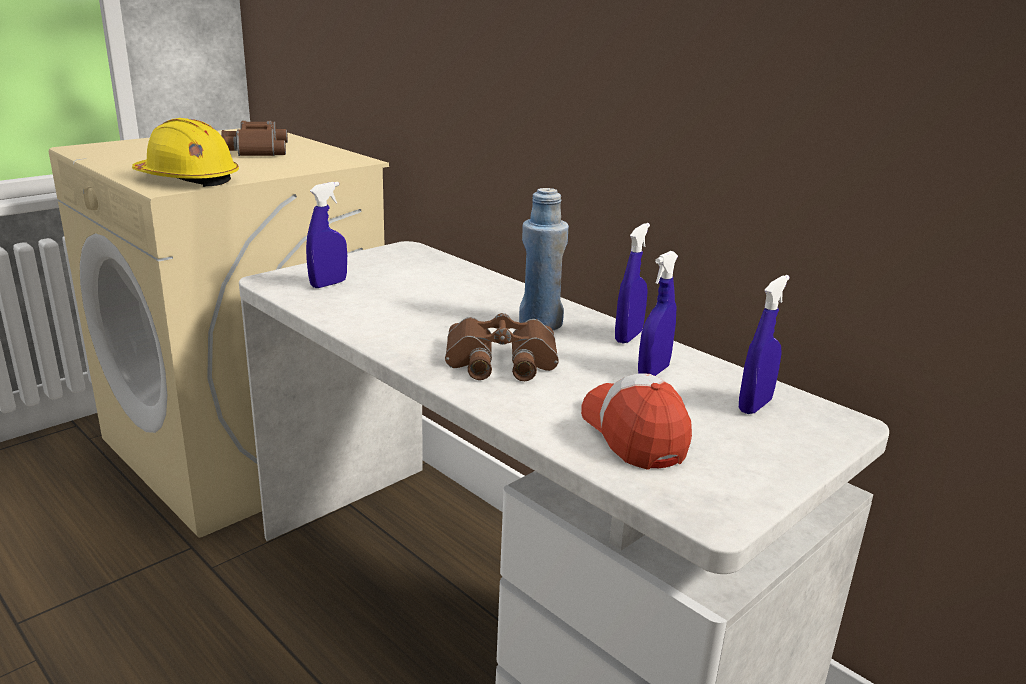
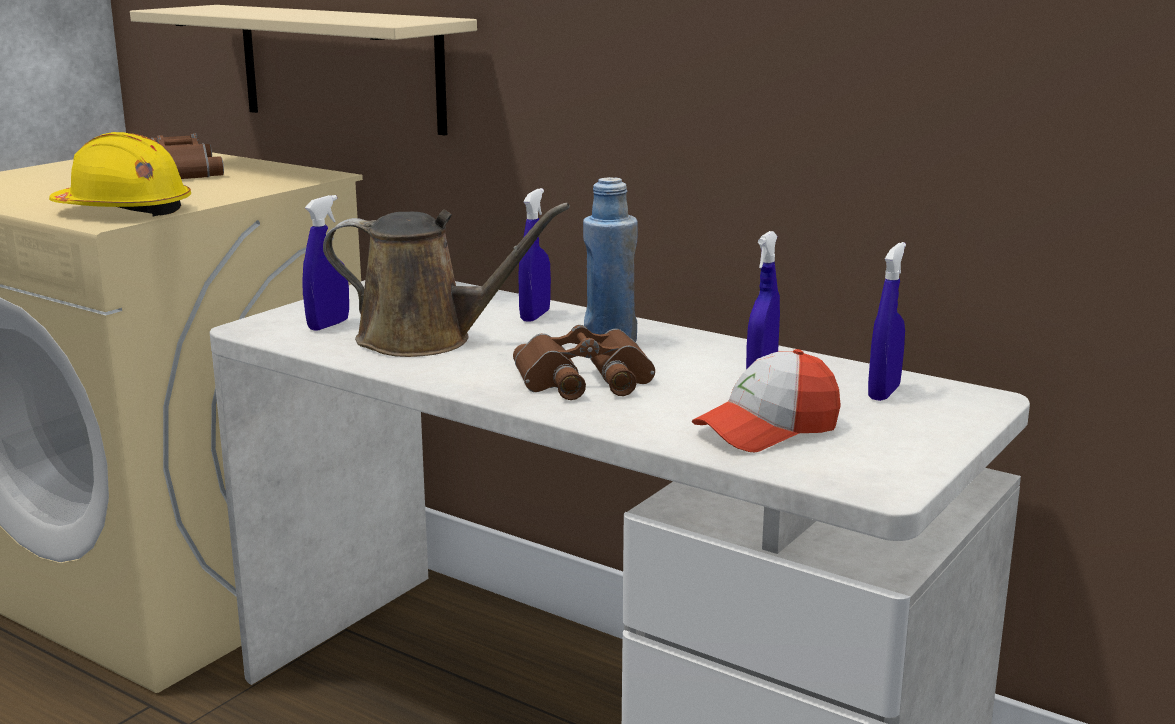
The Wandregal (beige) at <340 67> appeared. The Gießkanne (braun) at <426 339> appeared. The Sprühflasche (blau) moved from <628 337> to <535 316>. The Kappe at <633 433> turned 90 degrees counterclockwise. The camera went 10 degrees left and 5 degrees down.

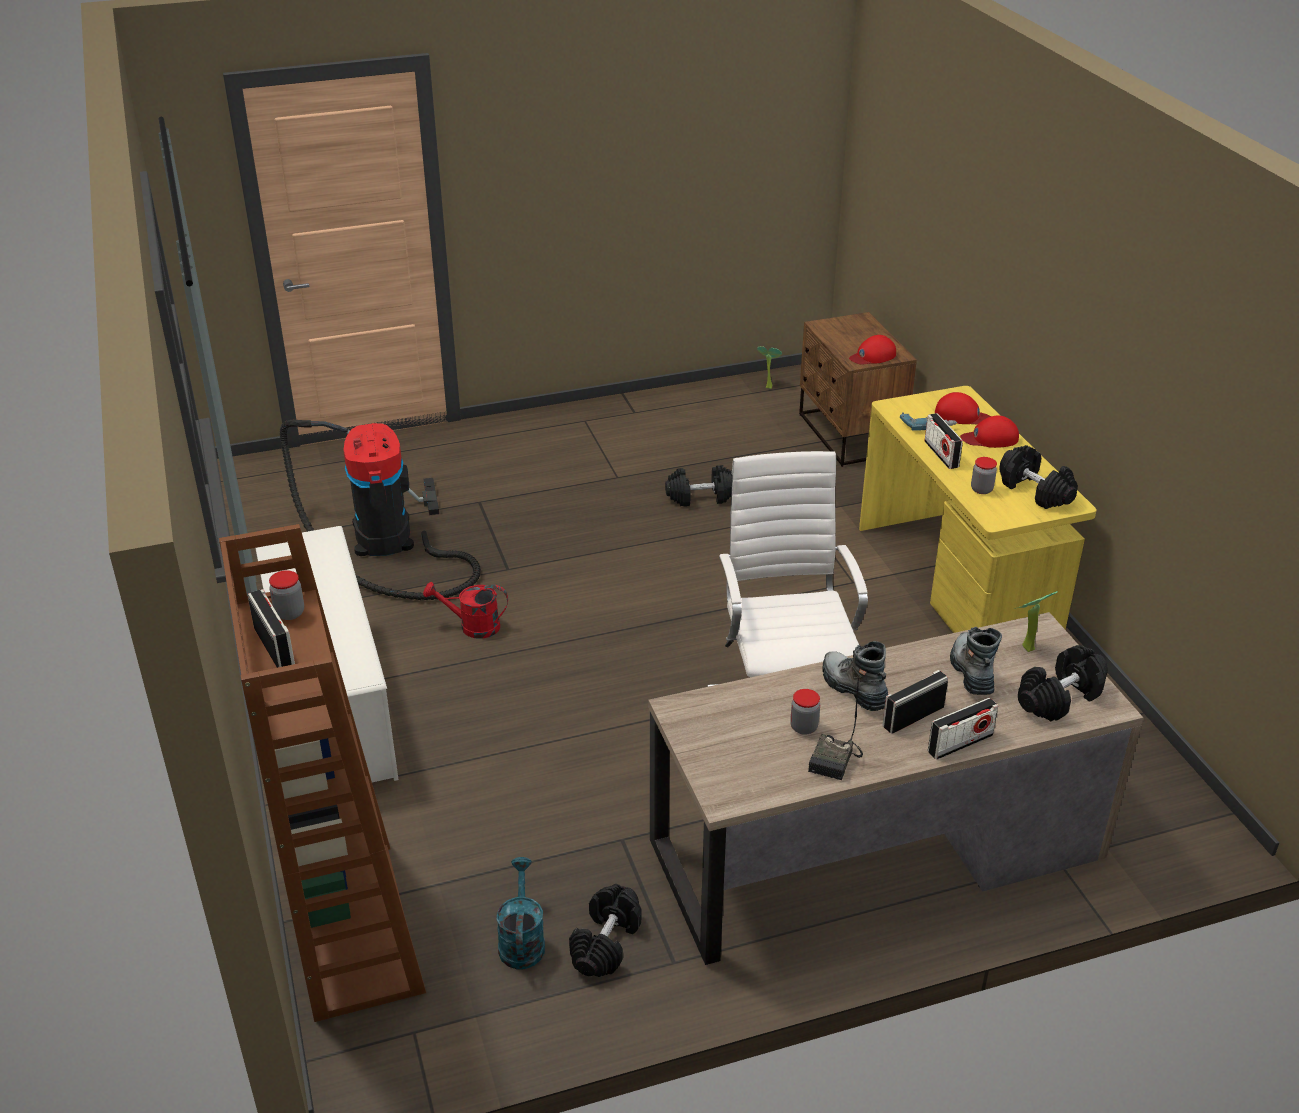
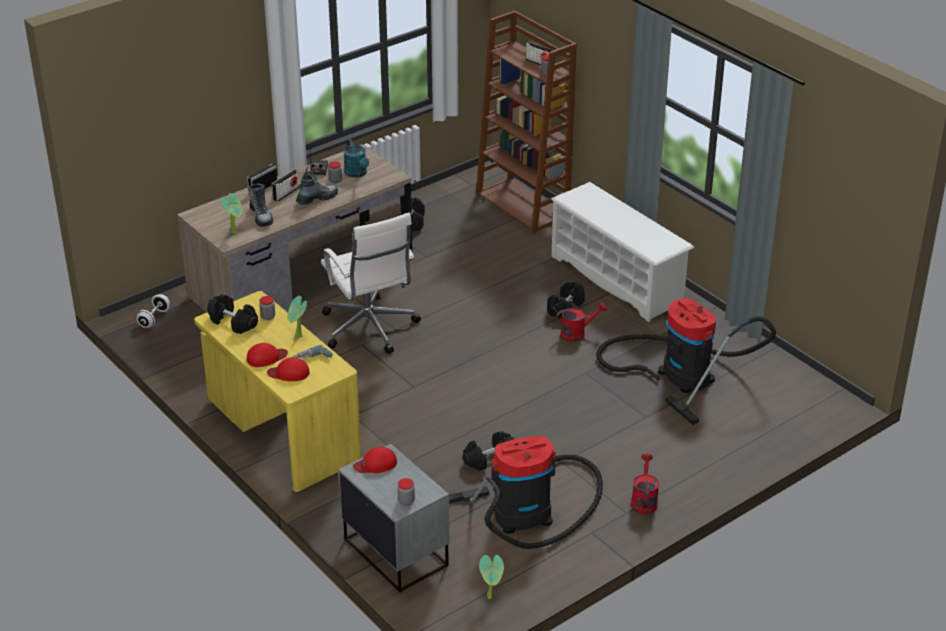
The Hantel (weiß) at <154 318> appeared. The Radio at <941 454> was replaced by the Topfpflanze at <298 337>. The Stiefel at <853 689> turned 75 degrees counterclockwise. The Nachttisch (braun) at <849 435> became the Nachttisch (grau) at <396 552>. The Gießkanne (türkis) moved from <521 940> to <357 174>. The Kappe (rot) at <872 356> turned 150 degrees counterclockwise. The Vorratsglas at <406 501> appeared. The Staubsauger at <528 512> appeared. The Hantel (schwarz) moved from <1059 698> to <565 308>. The Gießkanne (rot) at <644 500> appeared. The camera went 160 degrees right and 0 degrees up.

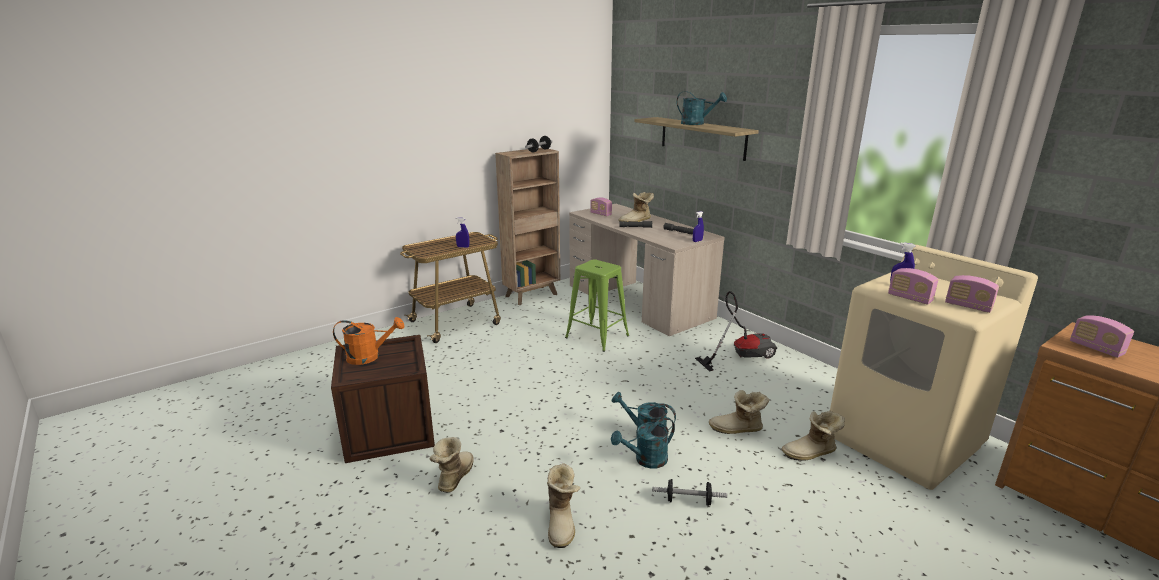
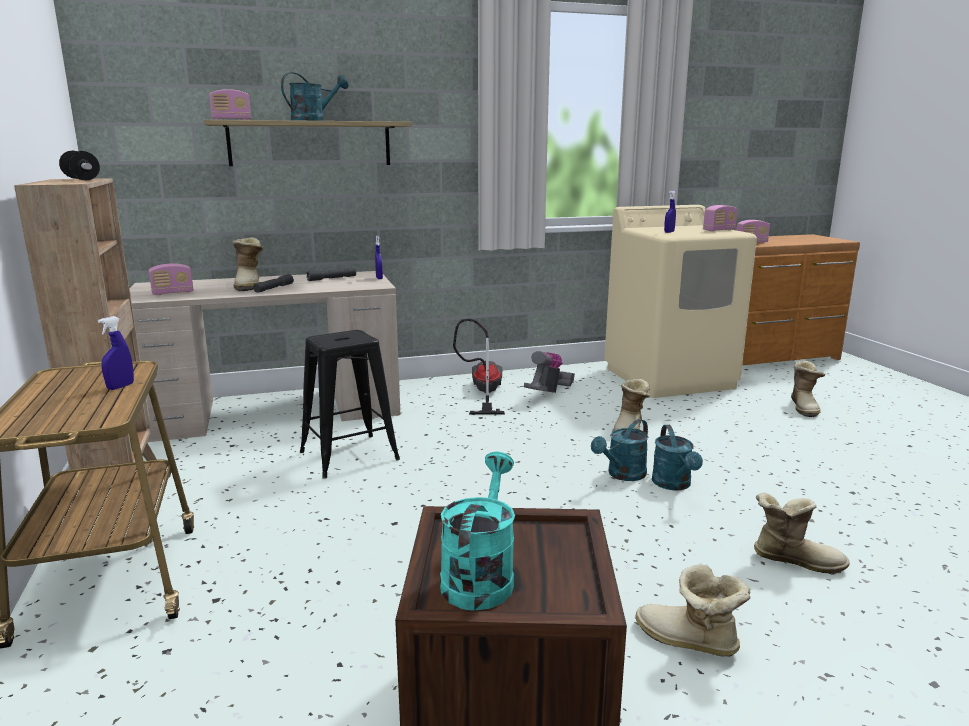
The Radio moved from <909 298> to <231 120>. The Hocker (grün) at <597 337> became the Hocker (schwarz) at <350 456>. The Gießkanne (orange) at <369 357> became the Gießkanne (türkis) at <480 576>. The Staubsauger at <548 393> appeared. The Stiefel moved from <811 454> to <805 407>. The Hantel at <688 501> disappeared. The camera went 70 degrees left and 5 degrees down.

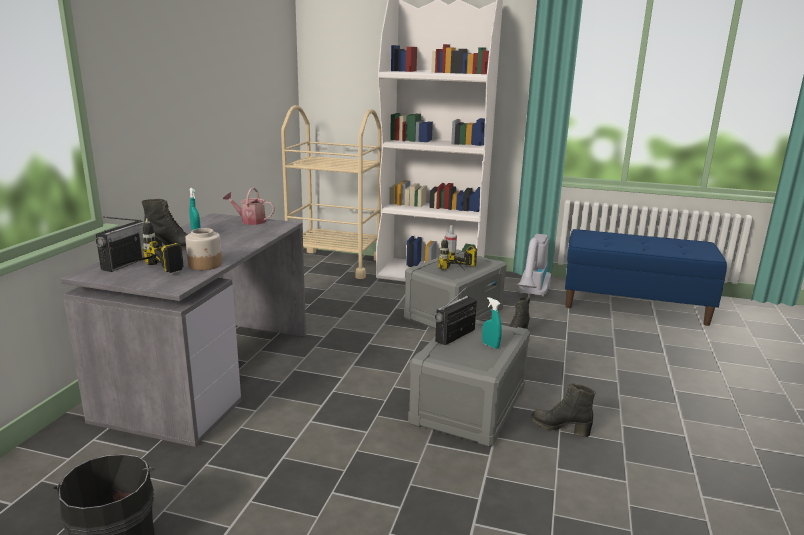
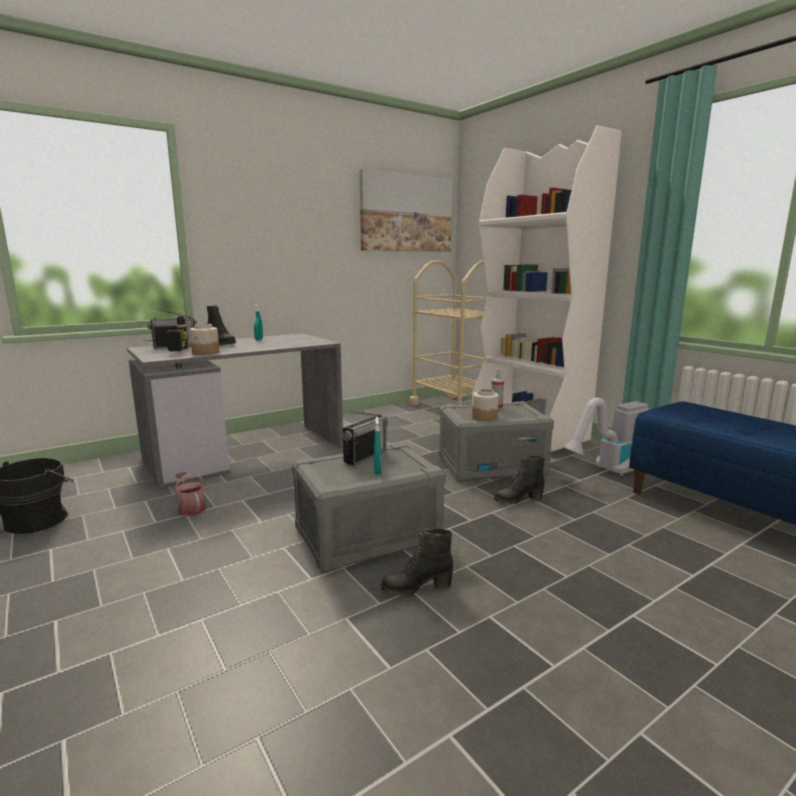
The Gießkanne moved from <250 221> to <191 508>. The Radio at <455 336> turned 135 degrees clockwise. The Bild at <406 213> appeared. The Stiefel (schwarz) at <560 427> turned 75 degrees counterclockwise. The Bohrmaschine at <460 272> was replaced by the Vorratsglas at <484 417>. The camera went 40 degrees right and 5 degrees down.

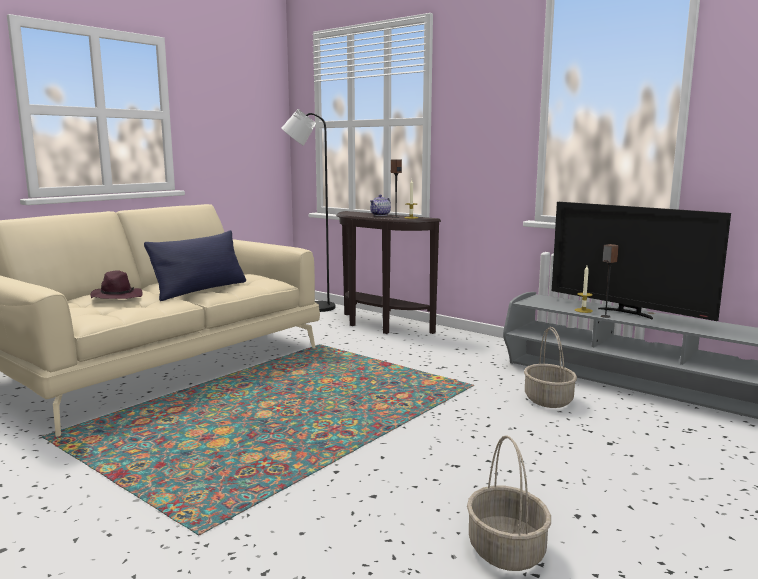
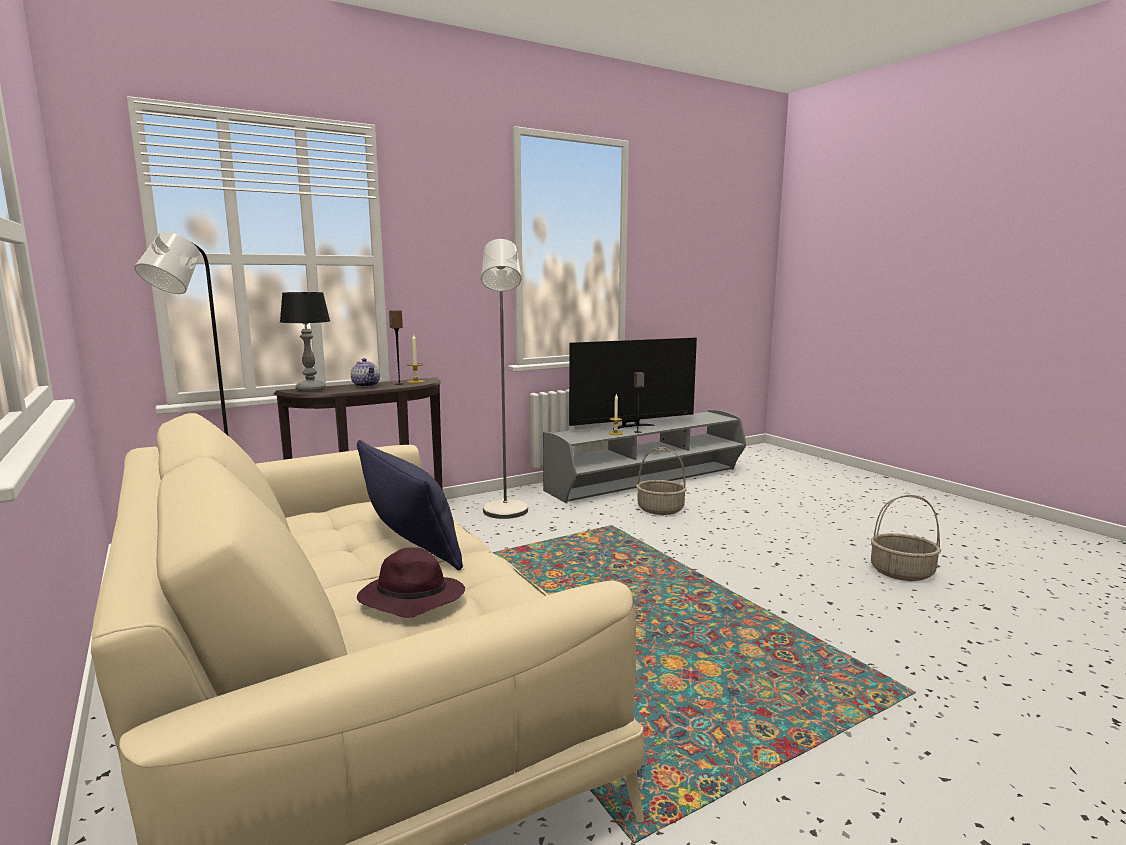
The Tischlampe at <311 390> appeared. The Stehlampe (grau) at <505 514> appeared. The camera went 70 degrees left and 0 degrees up.

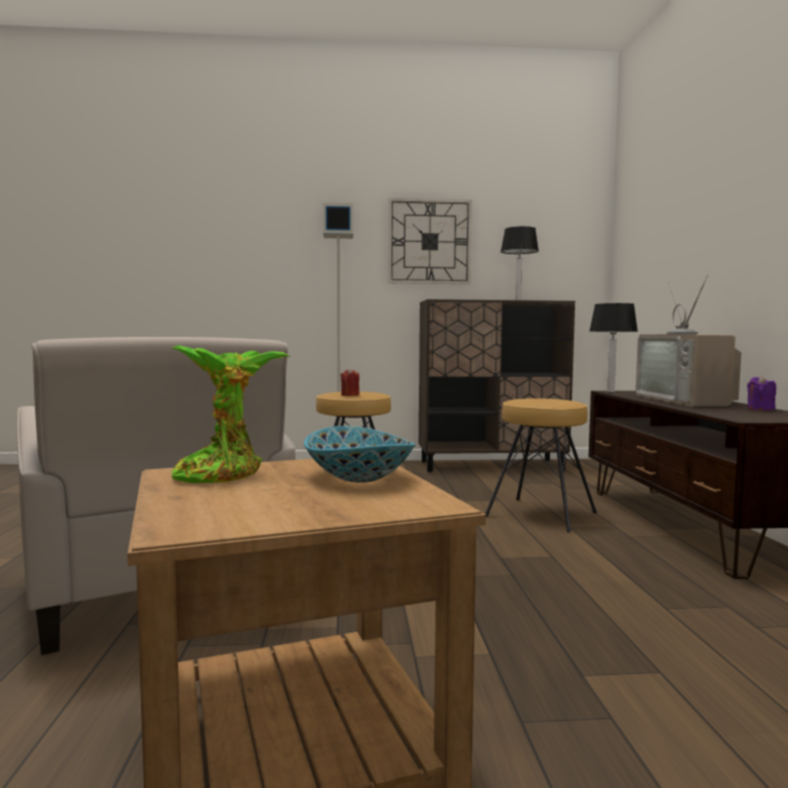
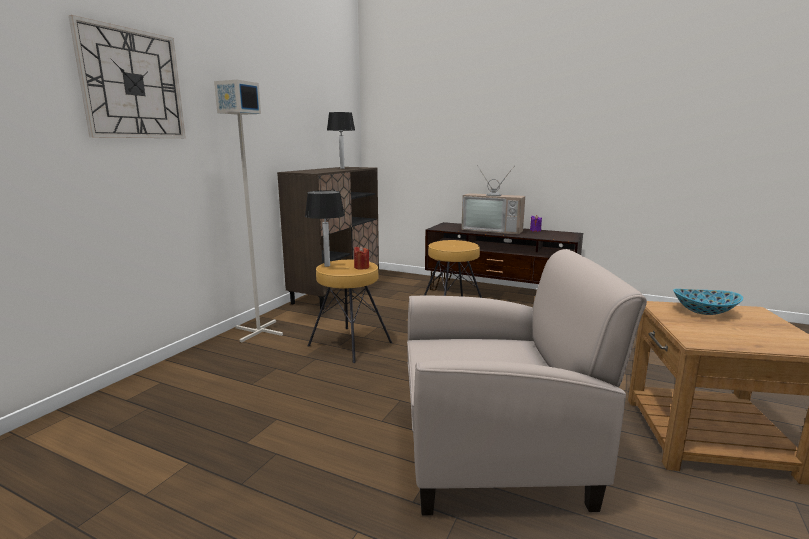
The Wanduhr moved from <429 242> to <132 84>. The Tischlampe moved from <610 391> to <327 266>. The Topfpflanze at <223 474> disappeared. The camera went 60 degrees left and 10 degrees up.

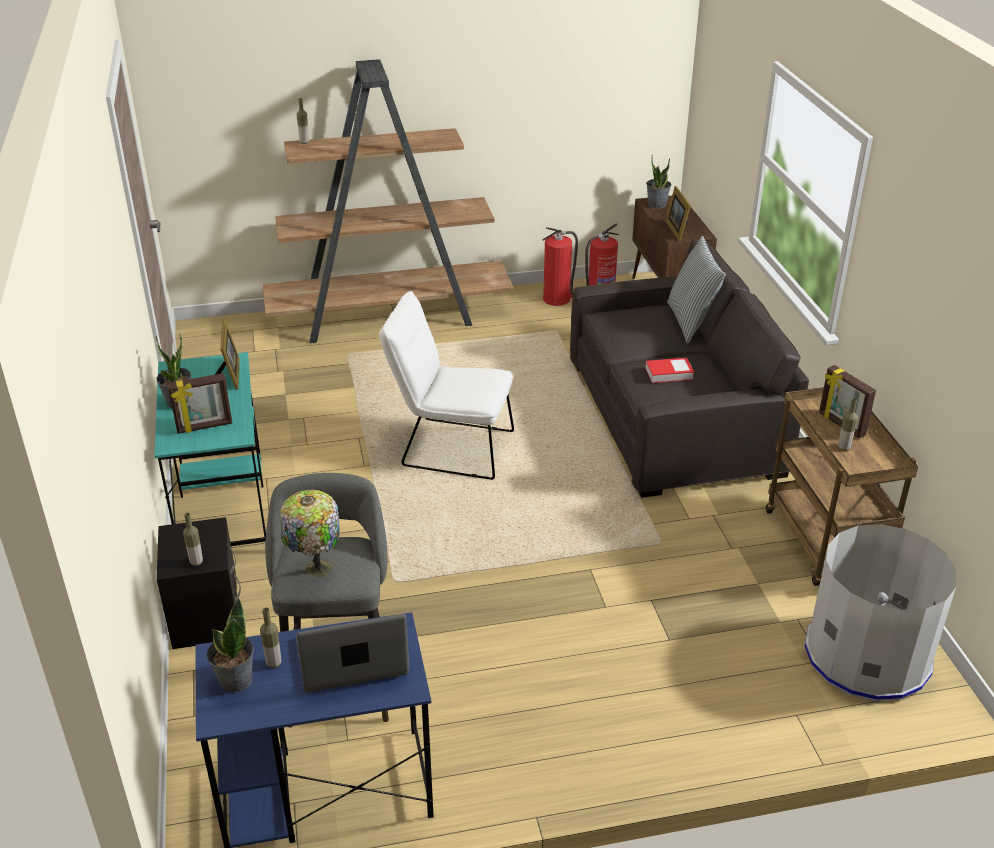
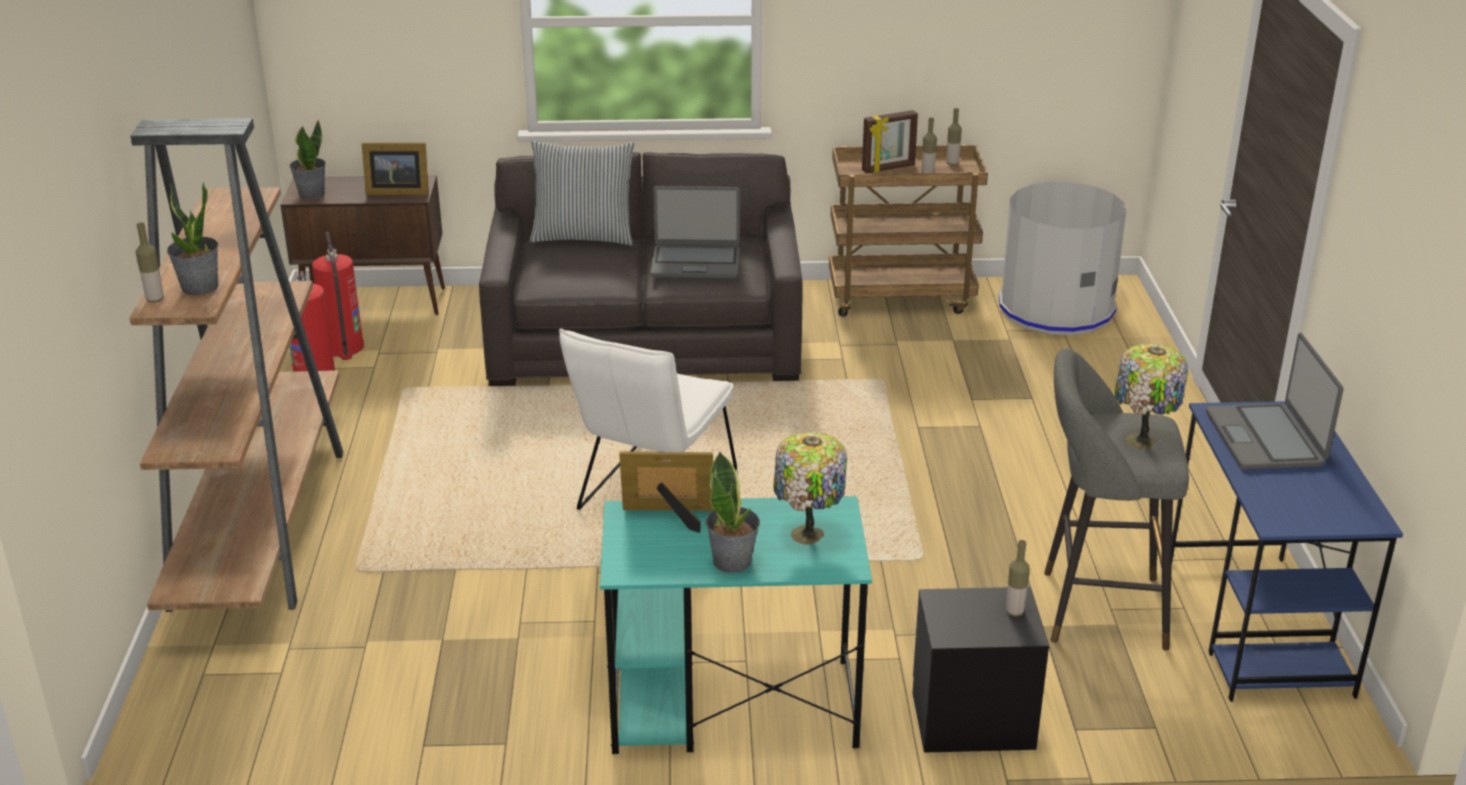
The Topfpflanze moved from <235 680> to <200 287>. The Buch at <669 374> was replaced by the Laptop at <695 263>. The Bilderrahmen at <204 427> was replaced by the Tischlampe at <807 536>. The Flasche moved from <274 663> to <952 164>. The camera went 80 degrees left and 5 degrees down.

